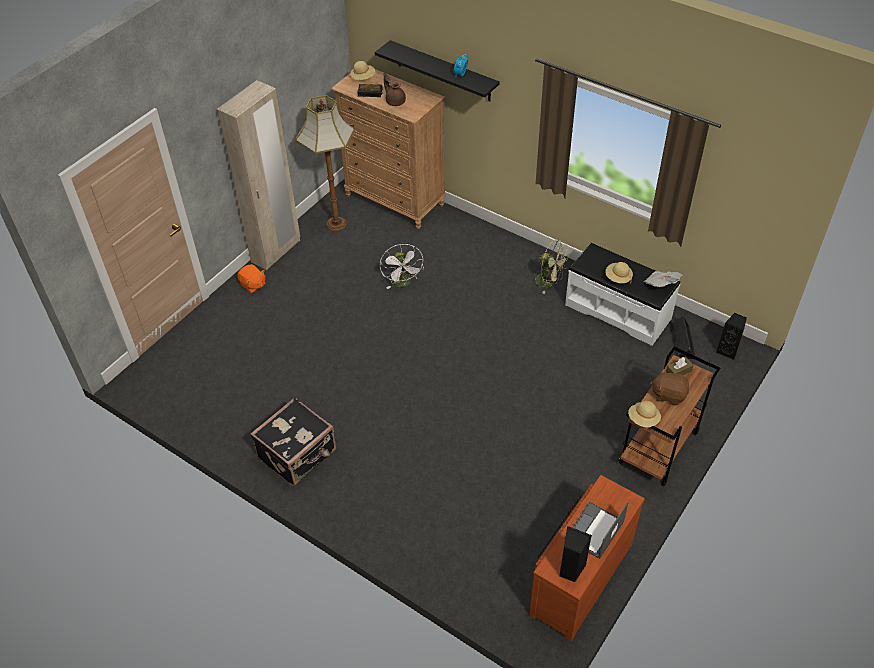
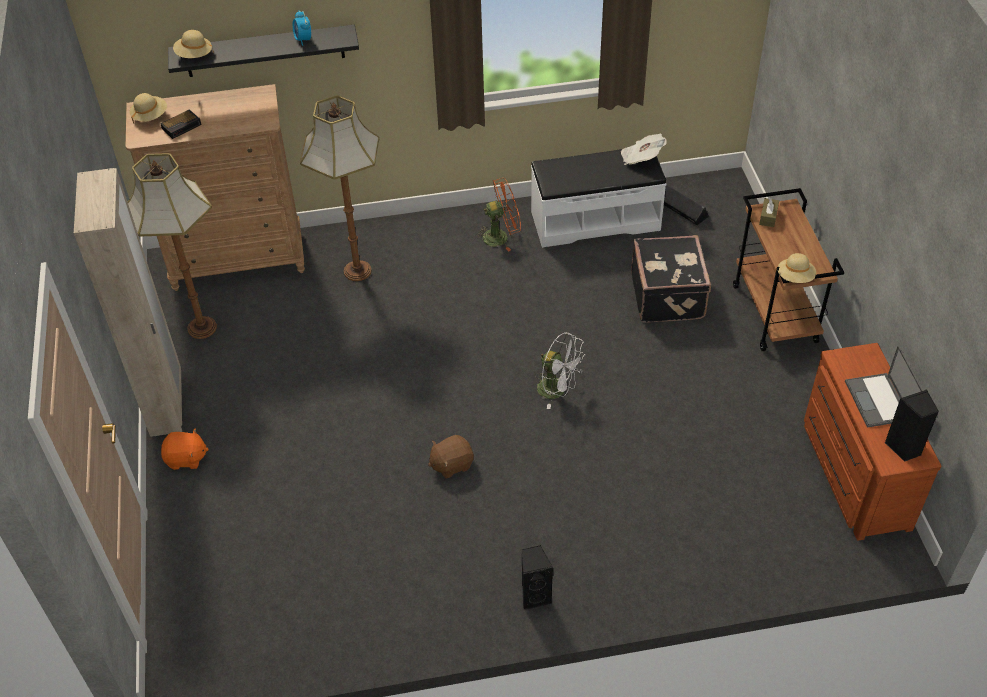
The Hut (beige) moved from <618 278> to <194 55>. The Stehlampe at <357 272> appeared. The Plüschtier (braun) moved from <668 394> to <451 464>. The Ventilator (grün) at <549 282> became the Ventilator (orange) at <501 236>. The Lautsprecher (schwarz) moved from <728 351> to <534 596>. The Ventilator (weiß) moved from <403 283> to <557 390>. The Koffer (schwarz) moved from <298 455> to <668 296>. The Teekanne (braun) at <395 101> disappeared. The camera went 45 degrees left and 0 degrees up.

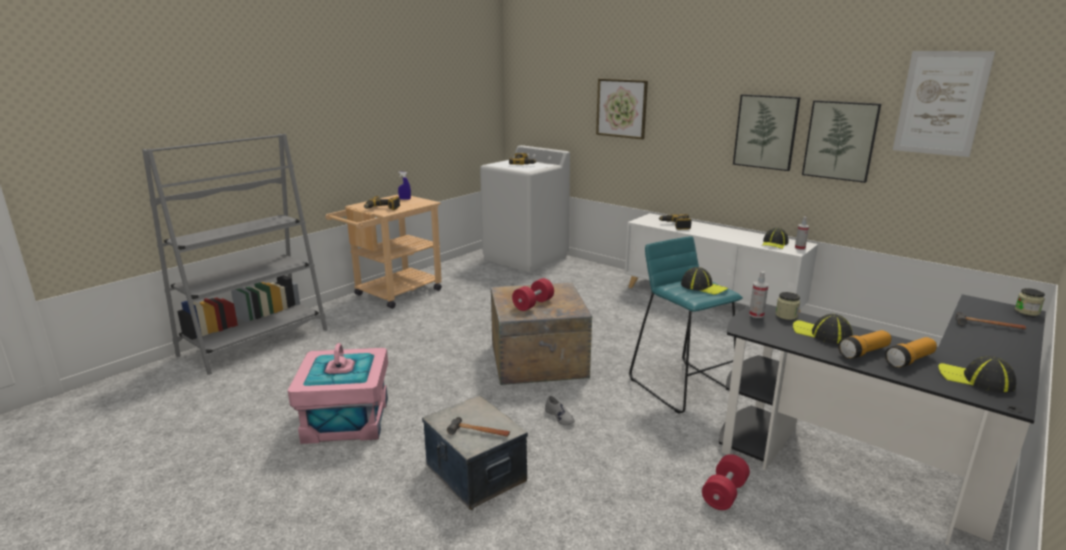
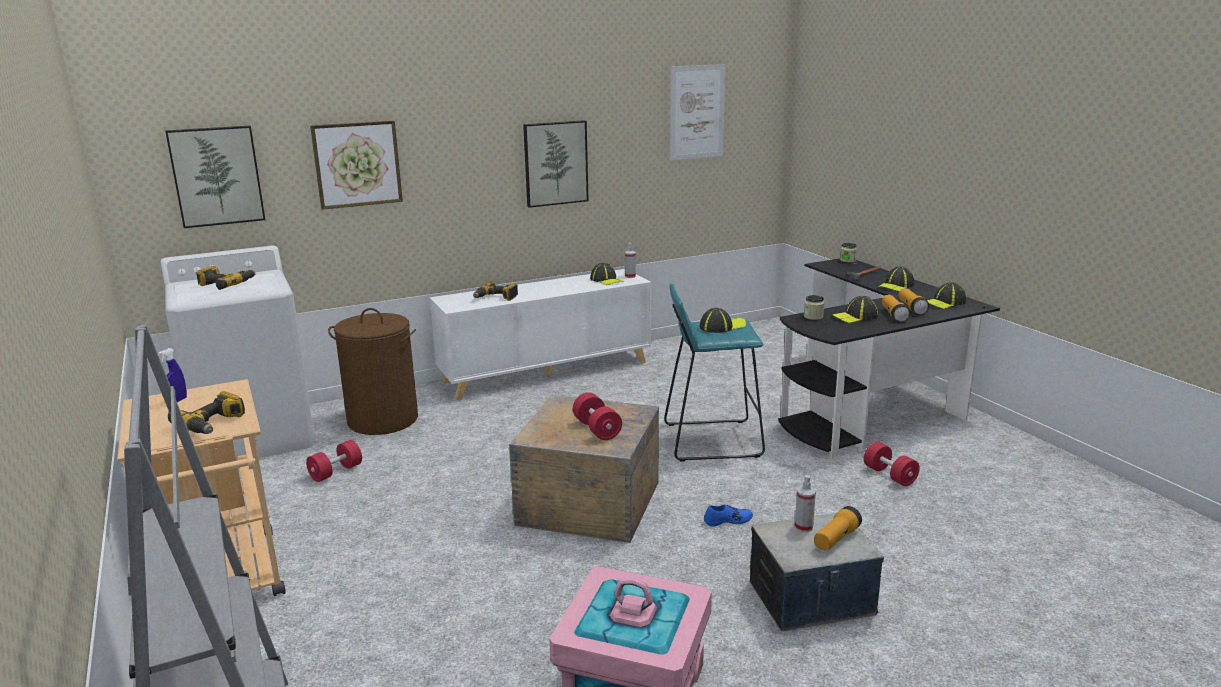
The Bild moved from <840 140> to <216 176>. The Hantel (rot) at <336 472> appeared. The Wäschekorb (braun) at <382 420> appeared. The Schuh (grau) at <560 417> became the Schuh (blau) at <728 520>. The Sprühflasche moved from <756 315> to <803 527>. The Hammer at <479 433> was replaced by the Taschenlampe at <836 539>. The Kappe at <896 286> appeared. The camera went 65 degrees left and 0 degrees up.

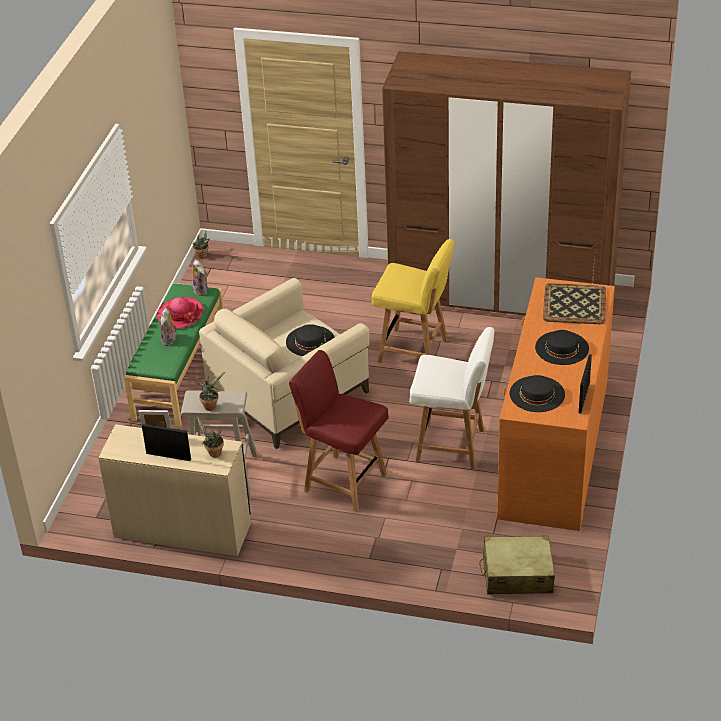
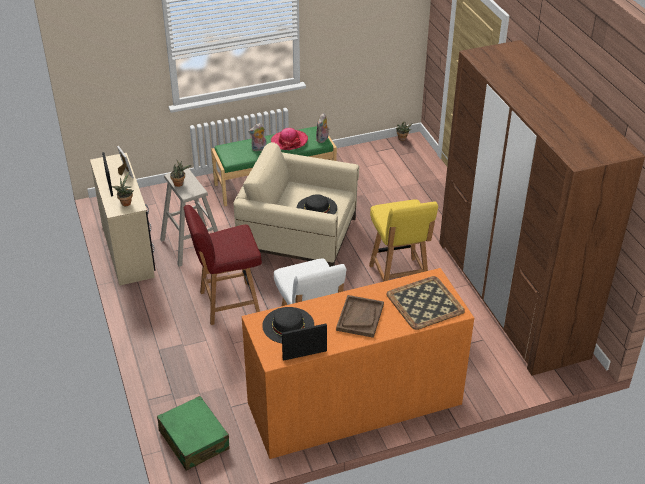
The Koffer (beige) at <517 574> became the Koffer (grün) at <194 440>. The Stuhl (rot) at <343 482> turned 105 degrees counterclockwise. The Hut (schwarz) at <562 348> was replaced by the Tablett (braun) at <360 317>. The camera went 55 degrees right and 0 degrees up.

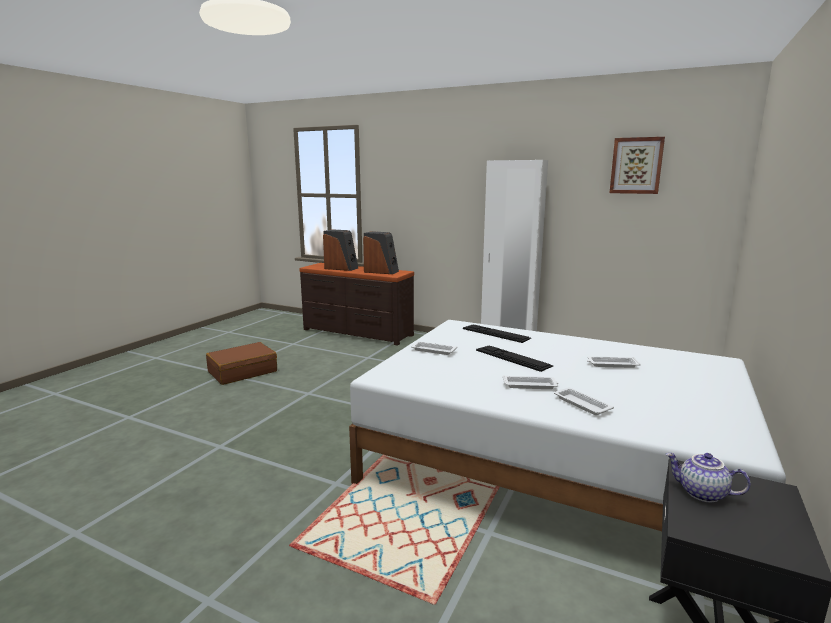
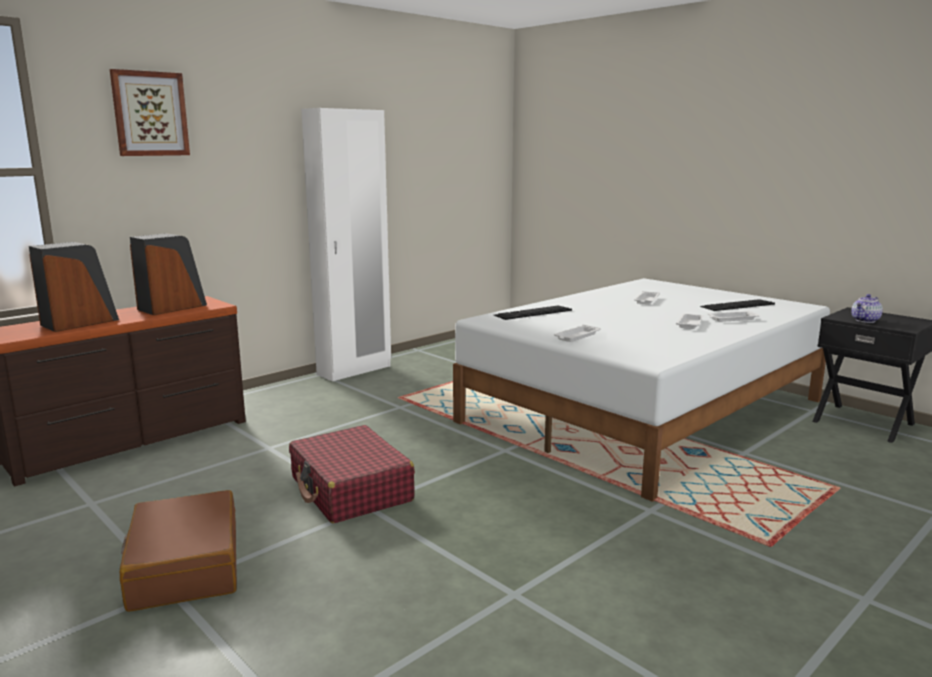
The Bild moved from <636 165> to <150 114>. The Koffer (rot) at <351 489> appeared. The Tastatur moved from <513 358> to <737 305>. The camera went 70 degrees left and 0 degrees up.

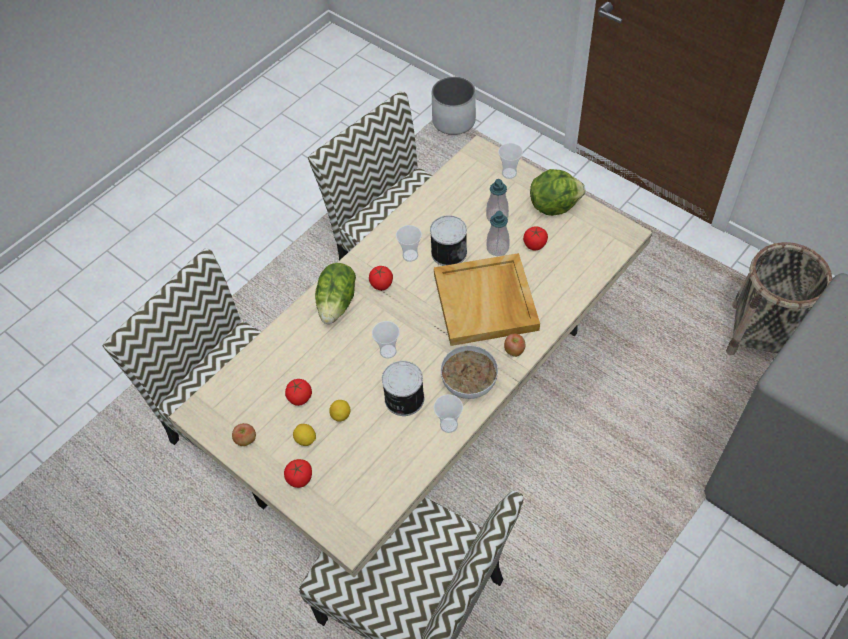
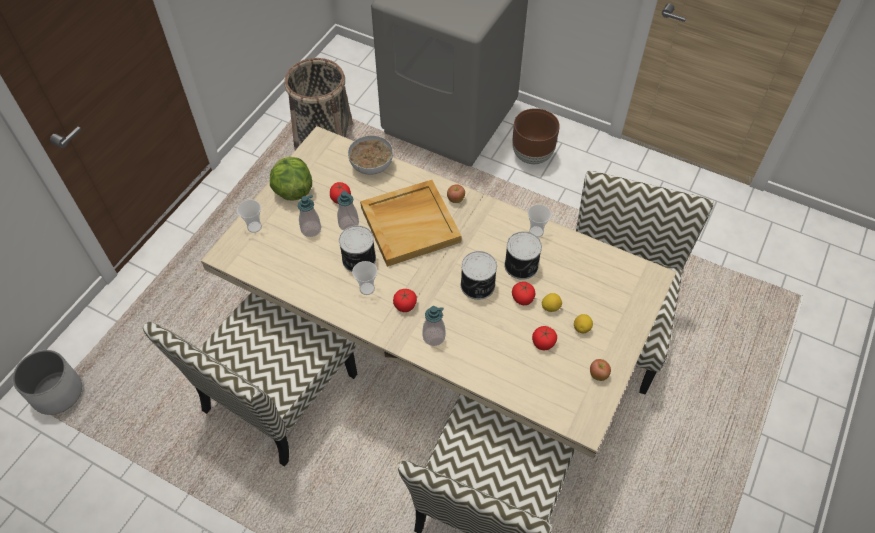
The Schüssel moved from <468 383> to <372 166>. The Salatkopf at <338 303> was replaced by the Seifenspender at <434 336>. The Tasse at <388 351> was replaced by the Dose at <478 286>. The Pflanzkübel (braun) at <532 155> appeared. The Tomate moved from <300 478> to <522 298>. The camera went 105 degrees left and 0 degrees up.

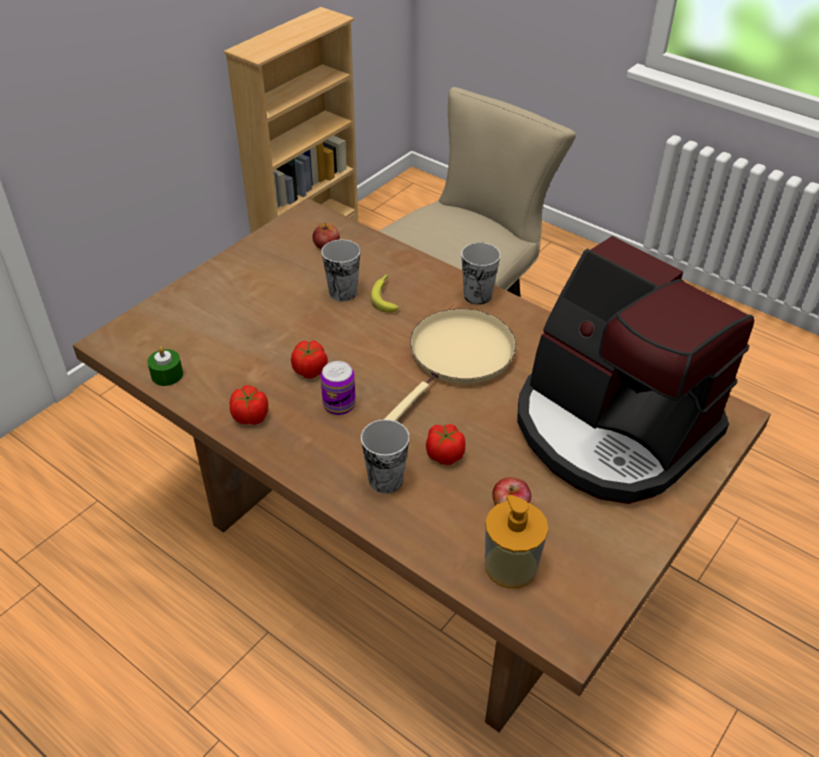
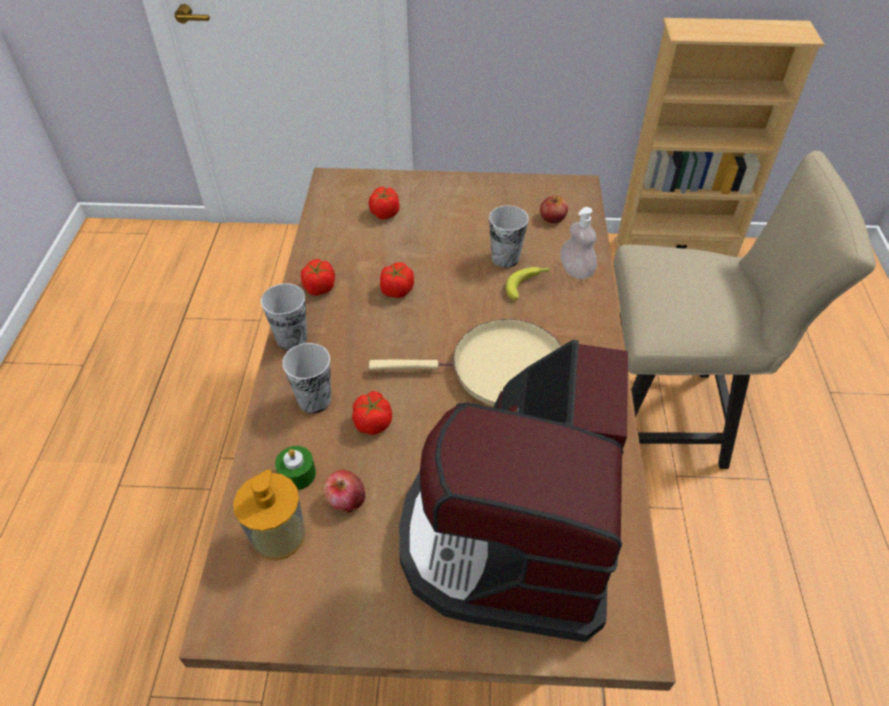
The Tasse moved from <477 295> to <292 339>. The Kerze (grün) moved from <167 375> to <297 474>. The Tomate at <384 213> appeared. The Seifenspender at <576 271> appeared. The Dose at <339 405> disappeared. The camera went 55 degrees right and 5 degrees up.

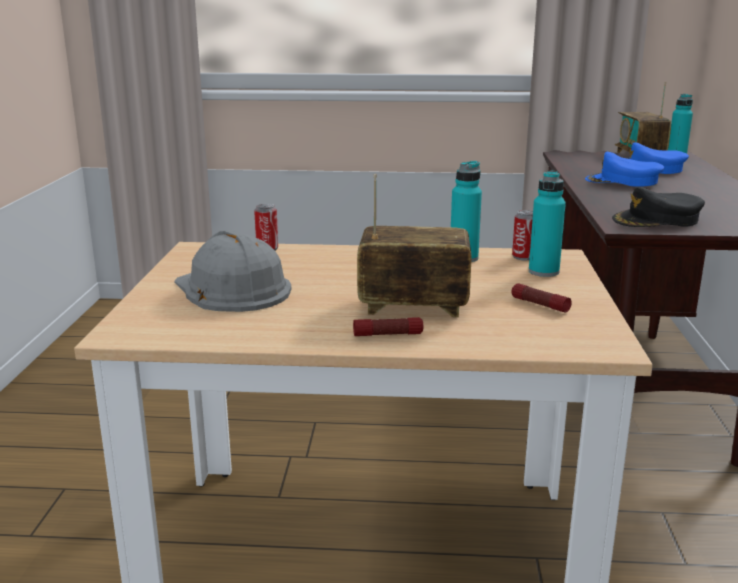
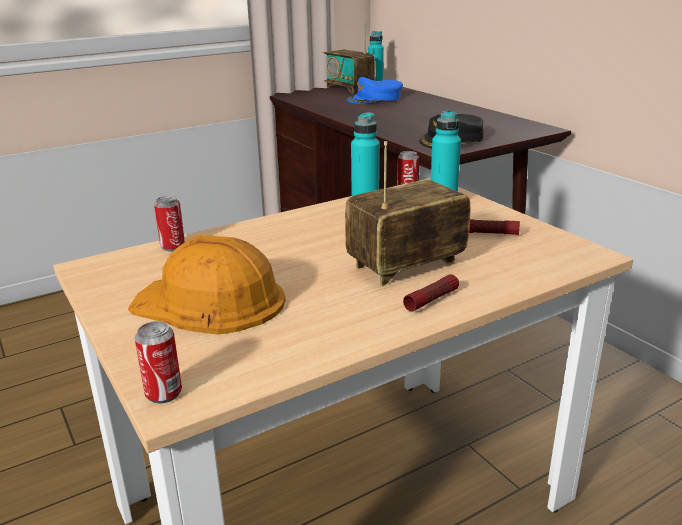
The Schutzhelm (grau) at <232 289> became the Schutzhelm (orange) at <210 301>. The Dose at <163 393> appeared. The Kappe (blau) at <623 181> disappeared. The camera went 35 degrees left and 5 degrees up.

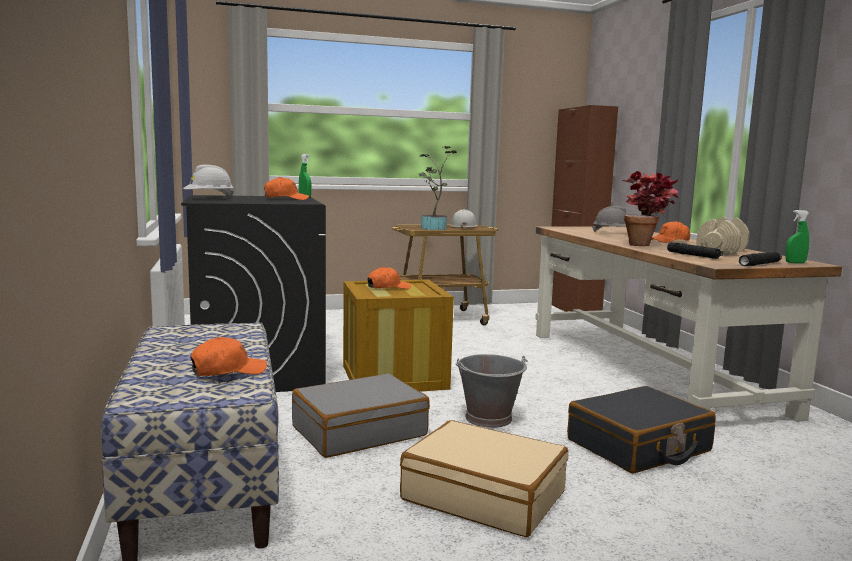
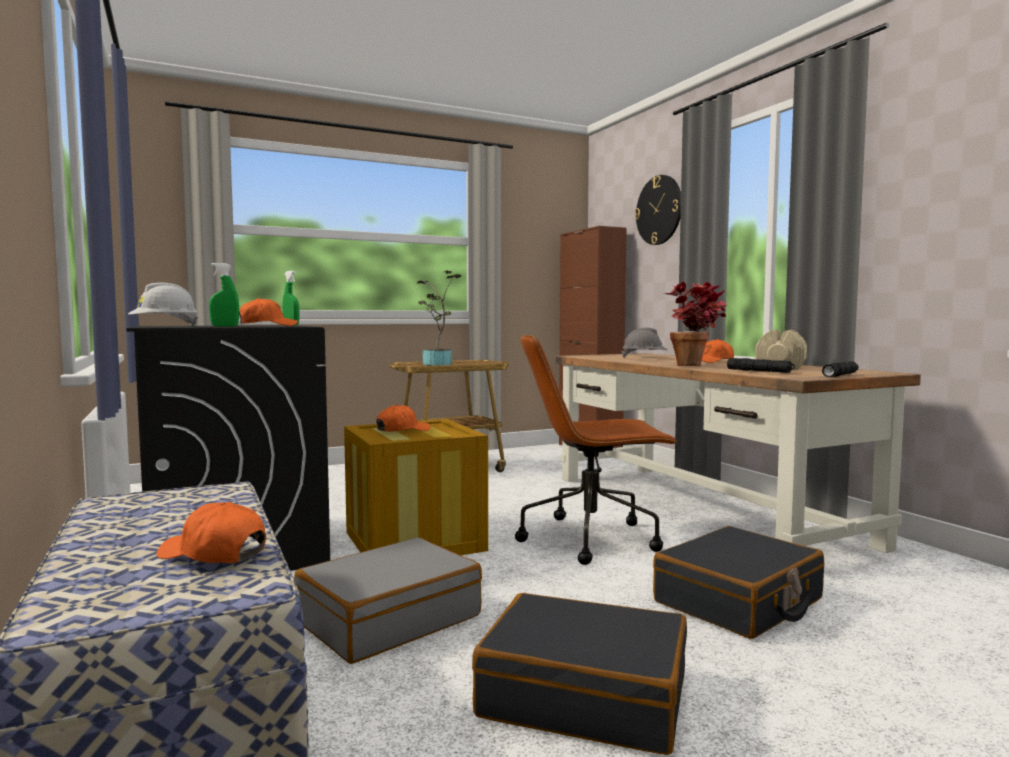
The Kappe (orange) at <228 371> turned 120 degrees counterclockwise. The Sprühflasche (grün) moved from <795 262> to <224 326>. The Koffer (beige) at <484 495> became the Koffer (schwarz) at <584 695>. The Bürostuhl (braun) at <592 538> appeared. The Wanduhr at <659 210> appeared. The Schutzhelm (weiß) at <463 226> disappeared. The Eimer (grau) at <489 418> disappeared. The camera went 10 degrees left and 5 degrees down.

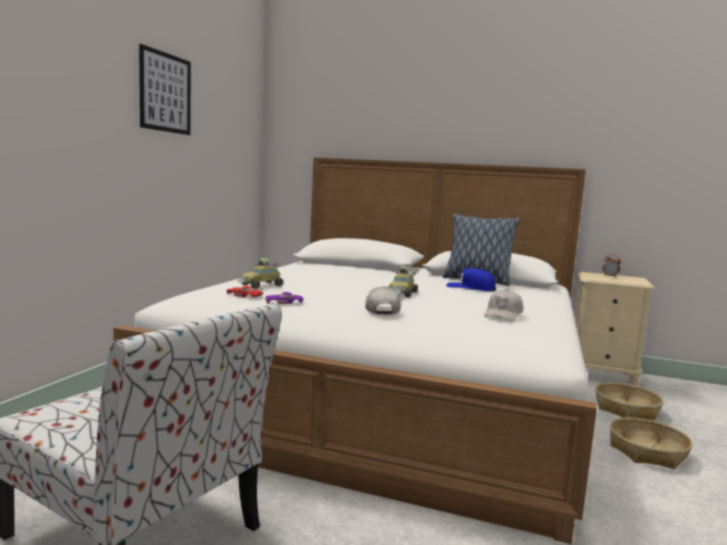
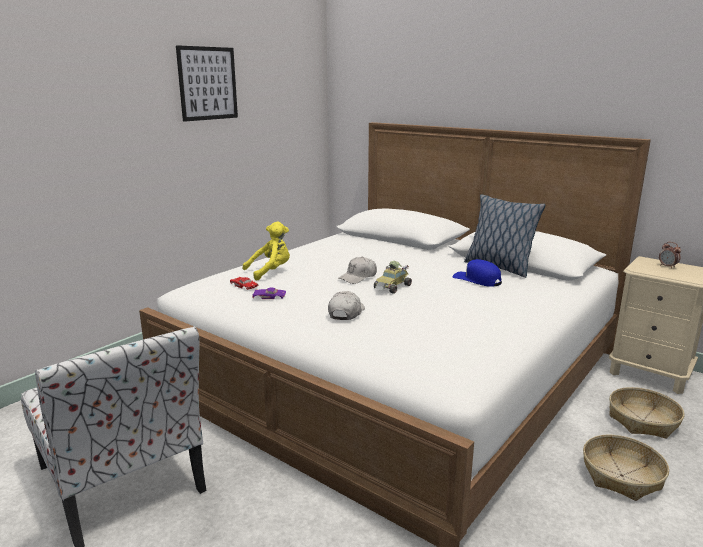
The Spielzeugauto at <261 285> was replaced by the Plüschtier (gelb) at <270 272>. The Kappe (weiß) moved from <503 315> to <358 277>. The camera went 20 degrees right and 10 degrees up.

